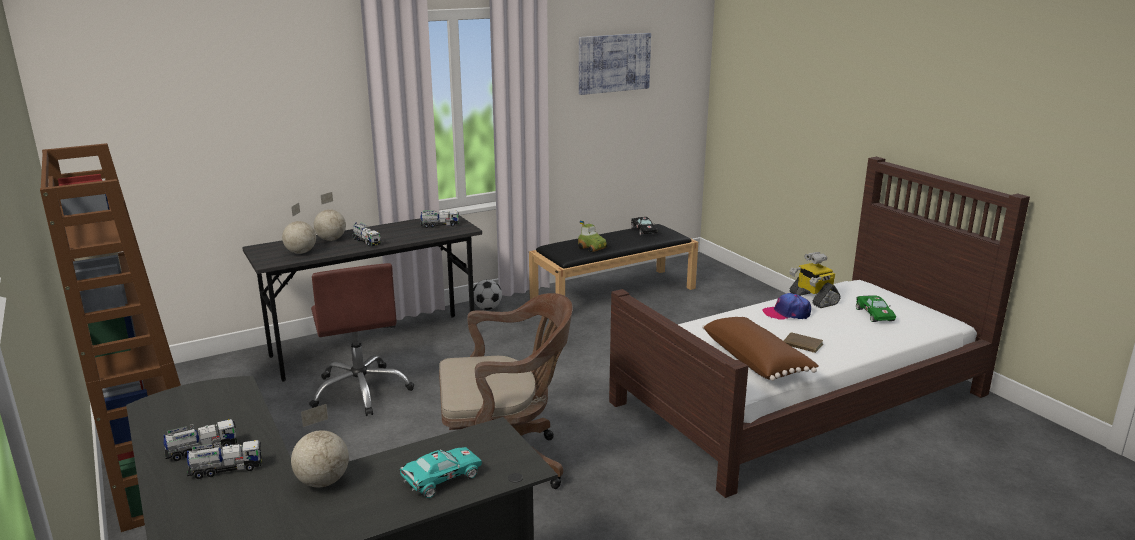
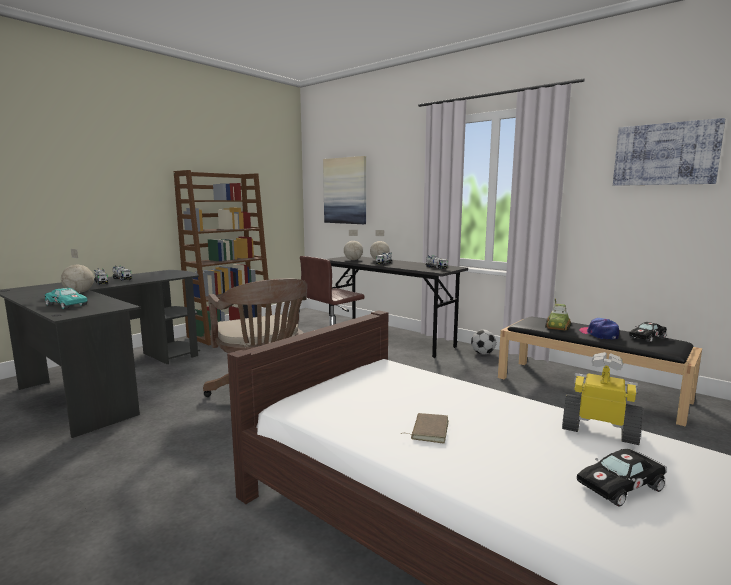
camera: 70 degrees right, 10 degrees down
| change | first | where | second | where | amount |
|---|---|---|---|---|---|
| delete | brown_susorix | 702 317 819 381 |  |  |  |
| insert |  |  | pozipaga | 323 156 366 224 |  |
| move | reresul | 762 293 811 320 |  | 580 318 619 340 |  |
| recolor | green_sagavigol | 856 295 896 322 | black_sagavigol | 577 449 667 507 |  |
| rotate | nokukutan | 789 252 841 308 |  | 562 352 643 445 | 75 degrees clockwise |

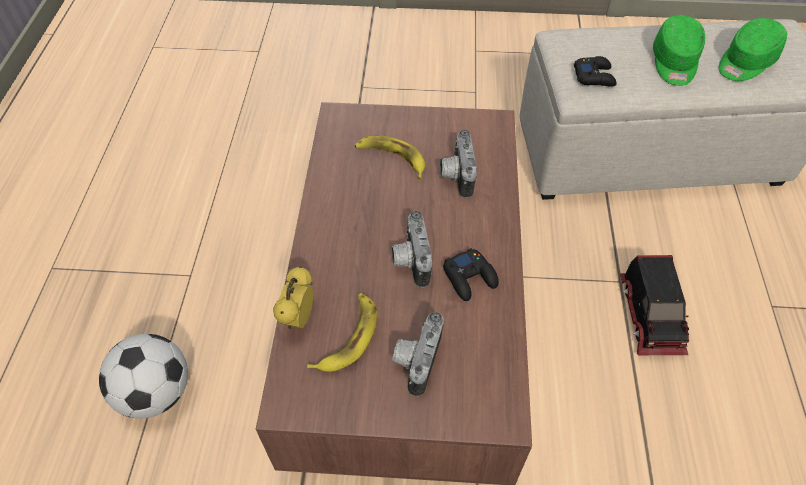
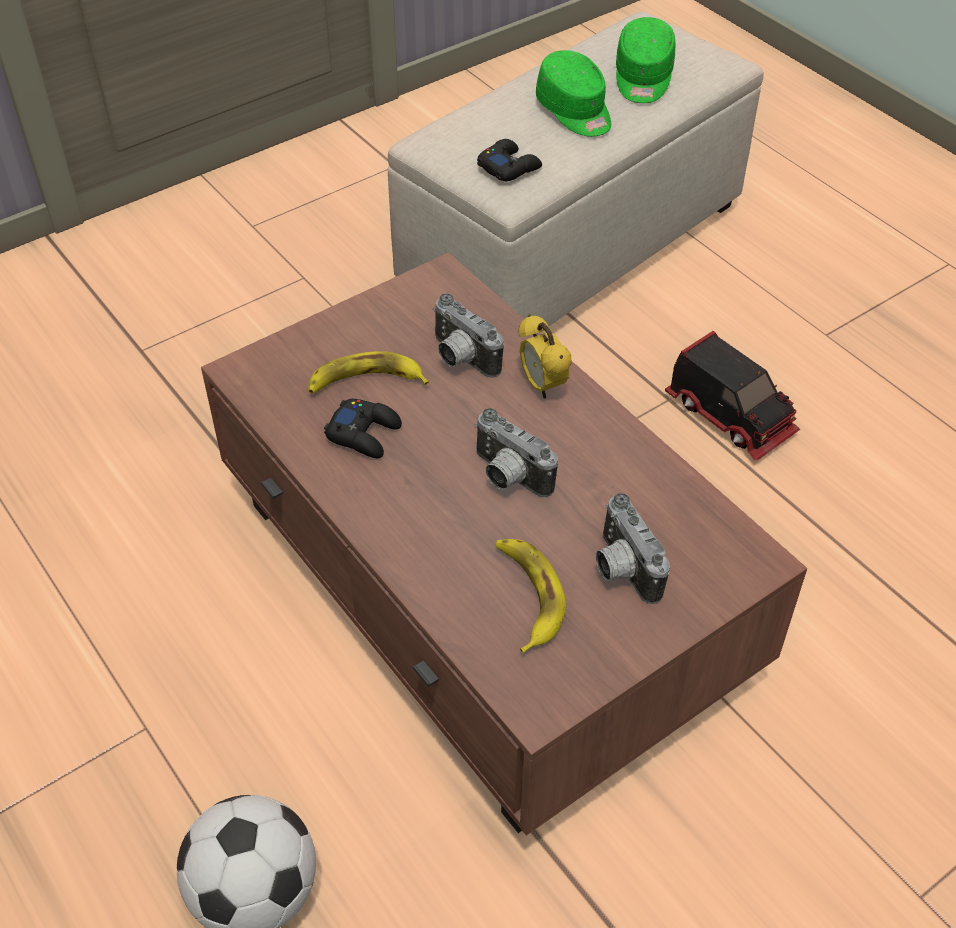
camera: 40 degrees left, 5 degrees down
| change | first | where | second | where | amount |
|---|---|---|---|---|---|
| move | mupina | 273 266 313 329 |  | 518 314 572 398 |  |
| move | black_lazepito | 443 248 499 301 |  | 324 399 402 458 |  |

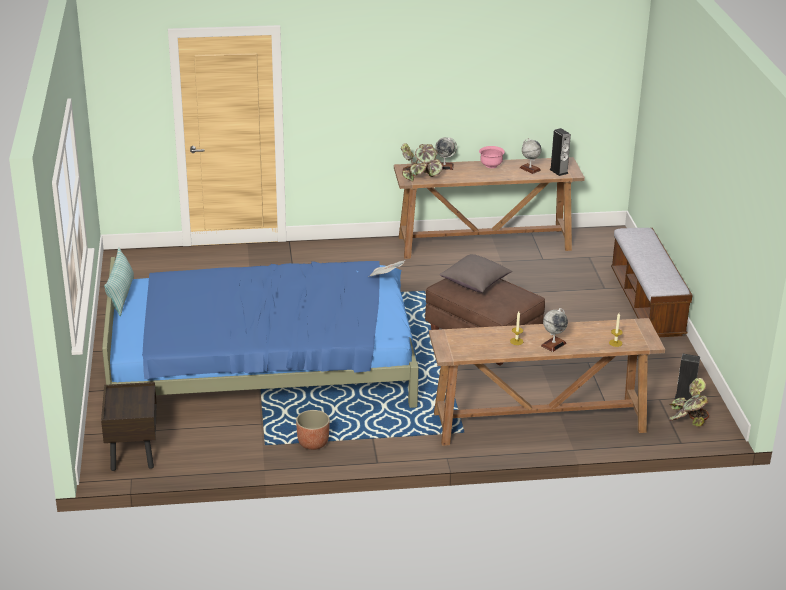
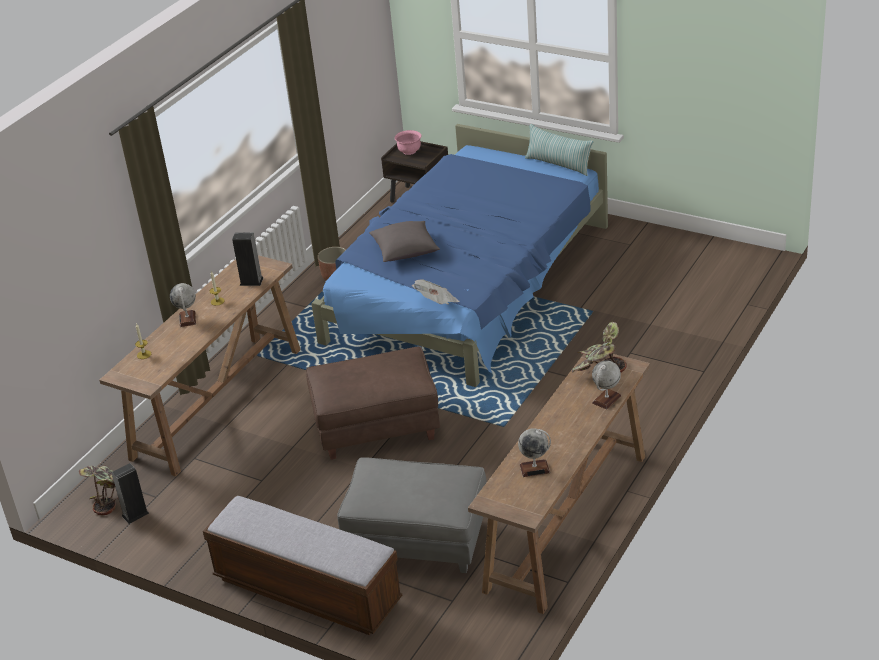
camera: 130 degrees right, 5 degrees up
| change | first | where | second | where | amount |
|---|---|---|---|---|---|
| insert |  |  | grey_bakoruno | 337 457 487 573 |  |
| move | grey_susorix | 440 254 512 292 |  | 369 221 440 262 |  |
| move | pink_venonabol | 479 146 505 168 |  | 395 130 421 155 |  |
| move | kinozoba | 549 128 571 176 |  | 232 233 264 286 |  |

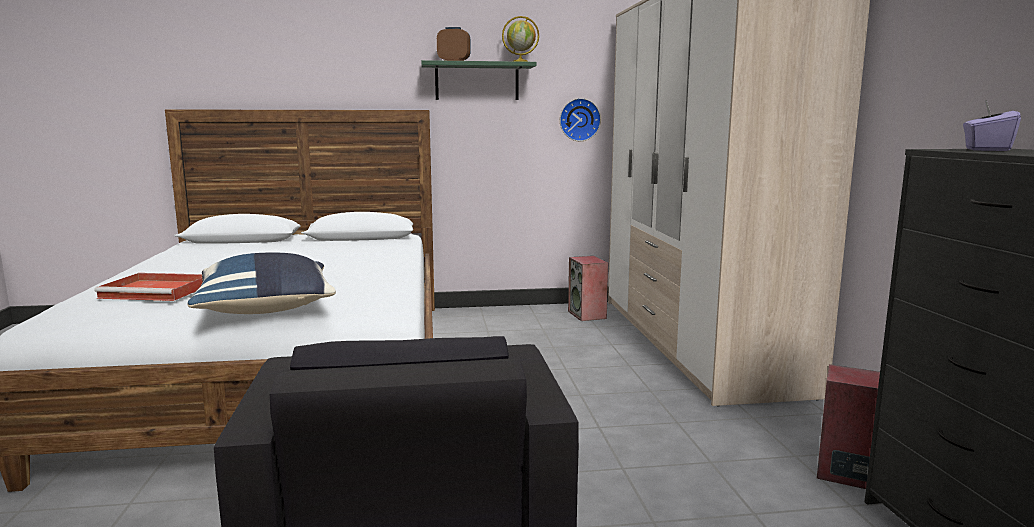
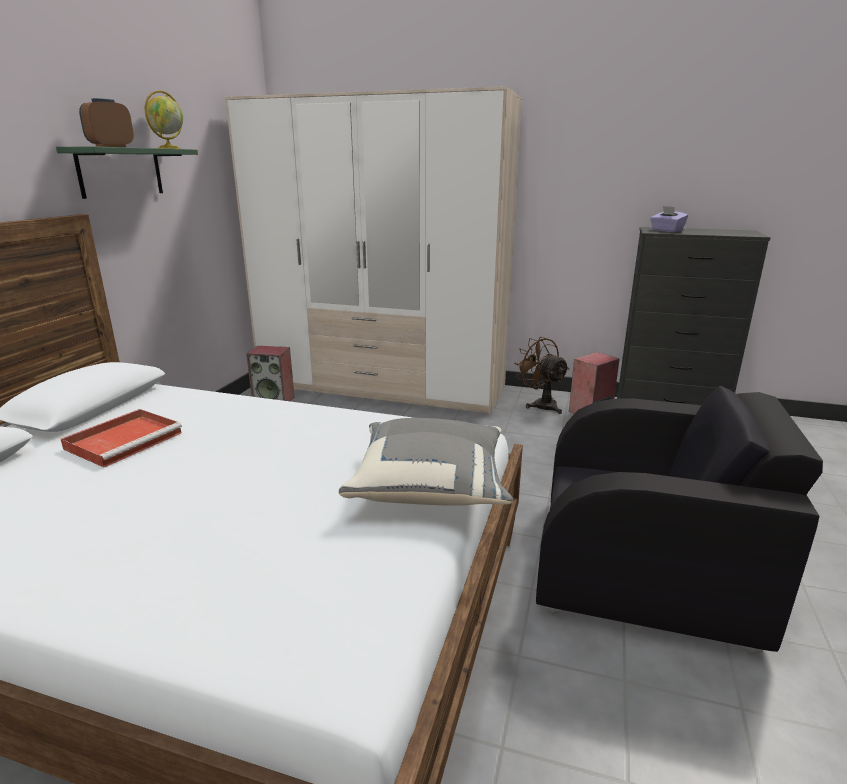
camera: 65 degrees left, 10 degrees up
| change | first | where | second | where | amount |
|---|---|---|---|---|---|
| delete | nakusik | 560 98 601 141 |  |  |  |
| insert |  |  | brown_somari | 514 337 569 414 |  |
| move | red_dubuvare | 94 273 202 301 |  | 61 409 182 467 |  |
| recolor | blue_susorix | 188 253 336 314 | grey_susorix | 339 418 513 506 |  |

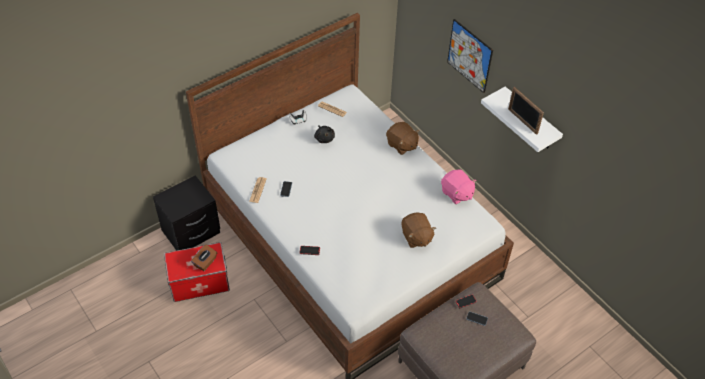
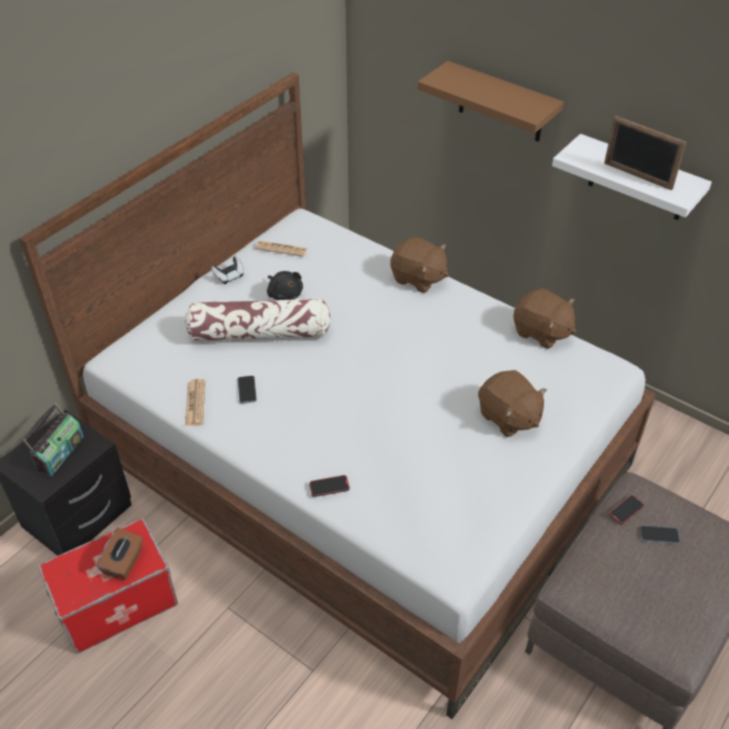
camera: 15 degrees left, 5 degrees down
| change | first | where | second | where | amount |
|---|---|---|---|---|---|
| insert |  |  | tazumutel | 23 403 84 476 |  |
| insert |  |  | susorix | 185 298 331 341 |  |
| replace | pozipaga | 447 19 493 93 | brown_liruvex | 417 61 564 142 |  |
| recolor | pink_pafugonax | 441 169 477 204 | brown_pafugonax | 514 288 576 349 |  |

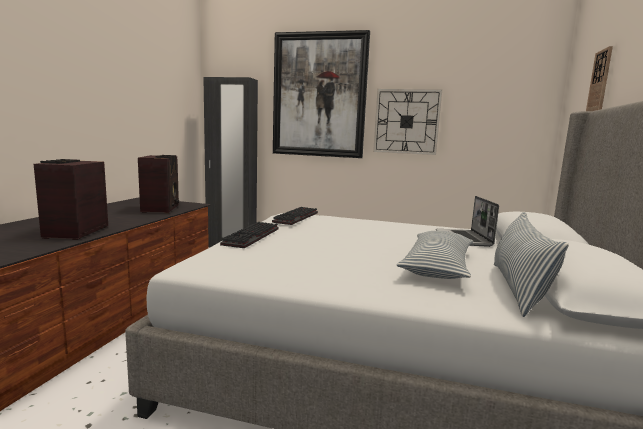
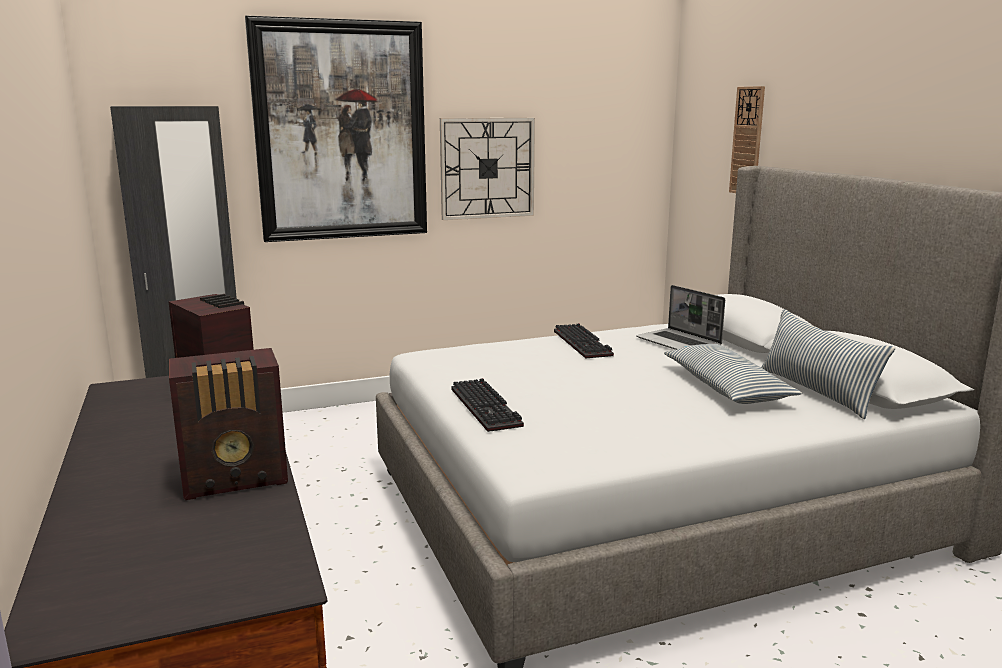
camera: 35 degrees left, 5 degrees up
| change | first | where | second | where | amount |
|---|---|---|---|---|---|
| move | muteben | 272 207 318 225 |  | 554 323 614 358 |  |
| rotate | tazumutel | 34 159 108 240 |  | 169 348 288 500 | 75 degrees counterclockwise |

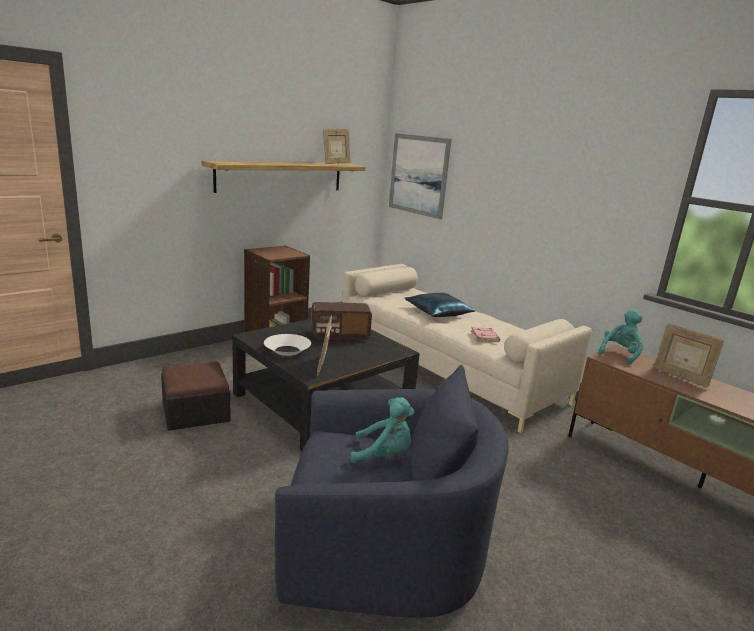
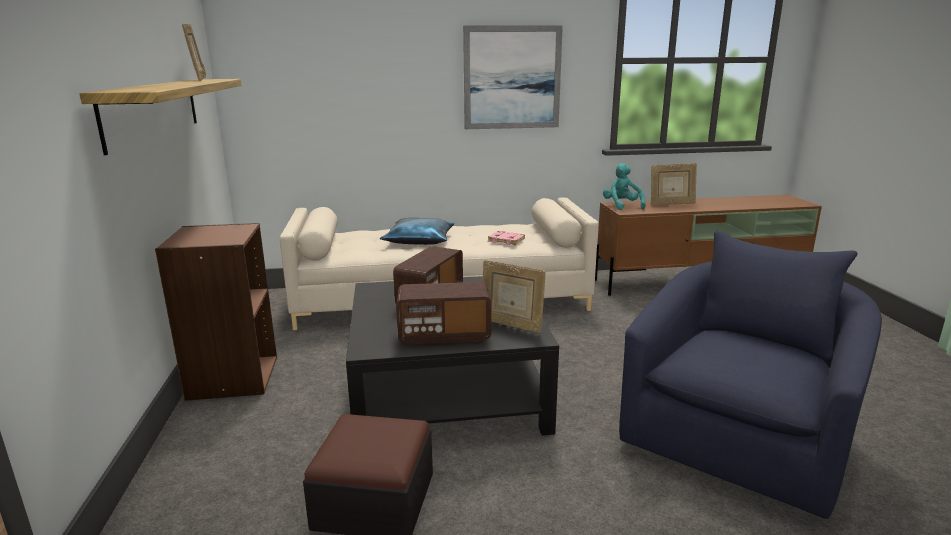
camera: 55 degrees left, 0 degrees up
| change | first | where | second | where | amount |
|---|---|---|---|---|---|
| delete | turquoise_pafugonax | 350 397 415 464 |  |  |  |
| move | pozipaga | 389 133 452 219 |  | 463 25 563 129 |  |
| replace | white_venonabol | 264 334 311 356 | tazumutel | 396 282 491 345 |  |

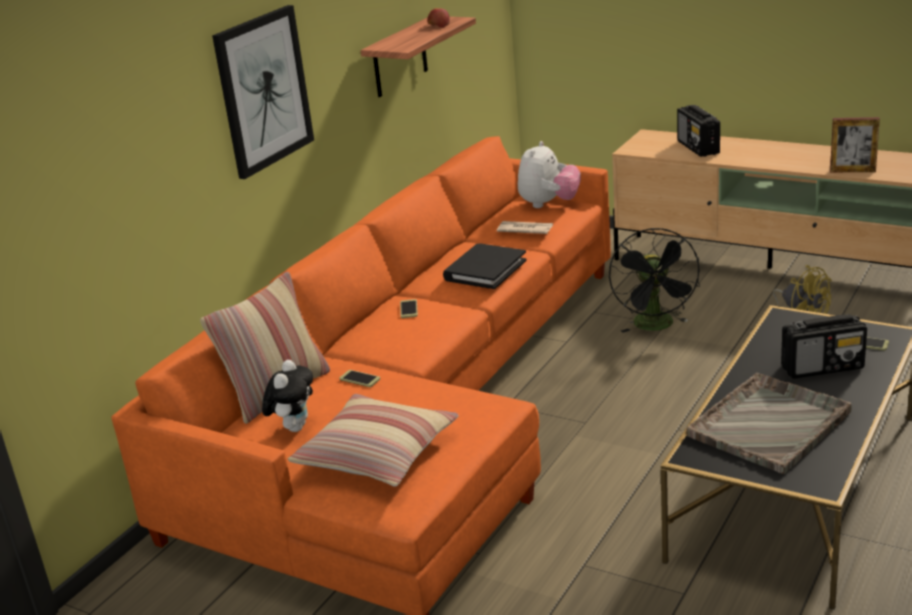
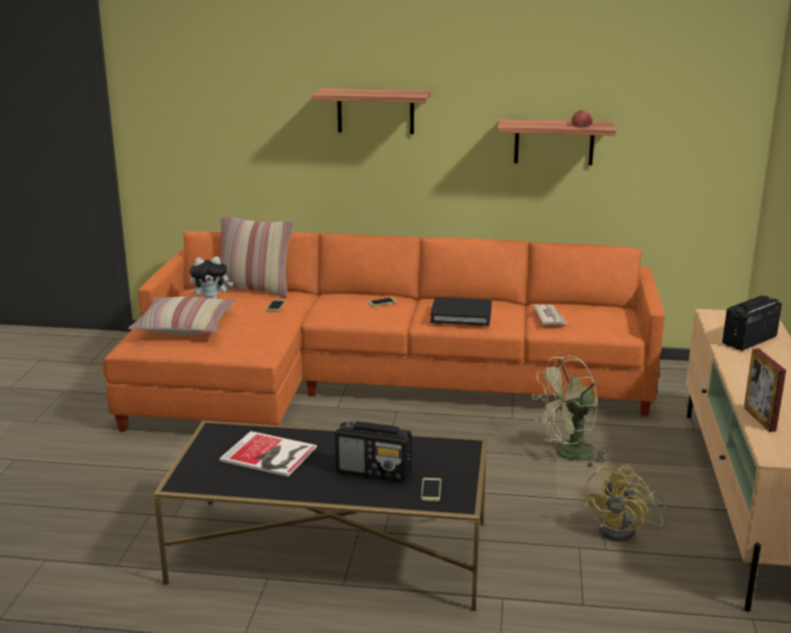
camera: 65 degrees right, 5 degrees down
| change | first | where | second | where | amount |
|---|---|---|---|---|---|
| delete | pafugonax | 518 141 581 208 |  |  |  |
| replace | pozipaga | 212 5 314 179 | liruvex | 312 88 431 134 |  |
| replace | grey_dubuvare | 686 373 852 474 | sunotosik | 219 431 317 477 |  |
| recolor | black_somari | 609 228 700 333 | green_somari | 532 356 608 468 |  |
| rotate | tazumutel | 781 314 867 379 |  | 335 421 412 482 | 45 degrees counterclockwise |

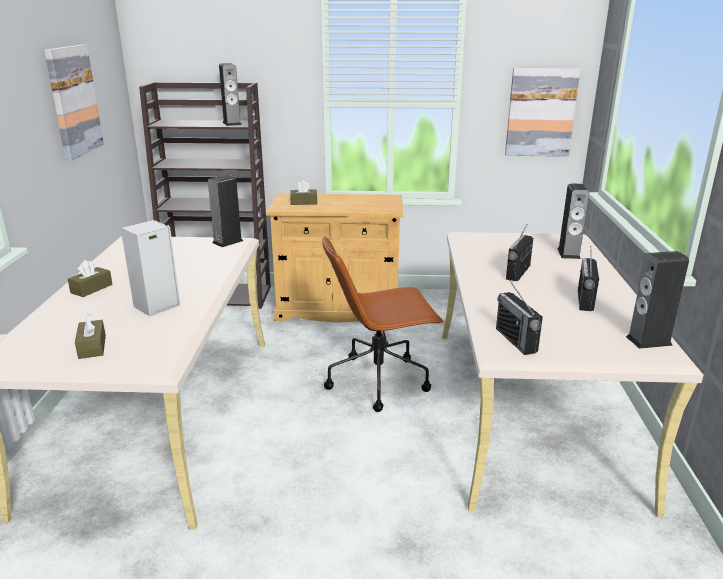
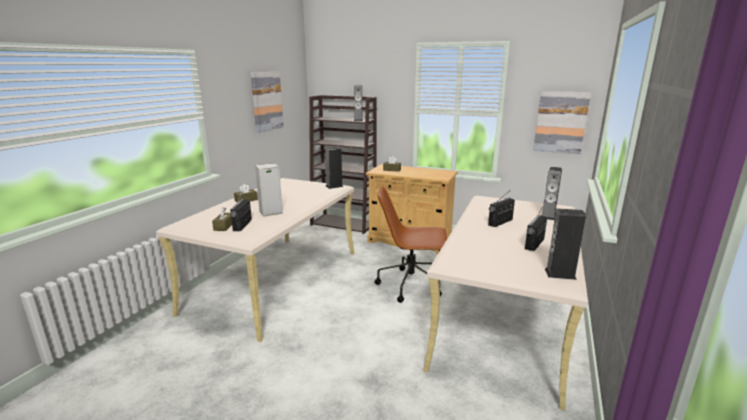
camera: 20 degrees right, 5 degrees down
| change | first | where | second | where | amount |
|---|---|---|---|---|---|
| move | tazumutel | 496 279 543 355 |  | 230 192 252 231 |  |

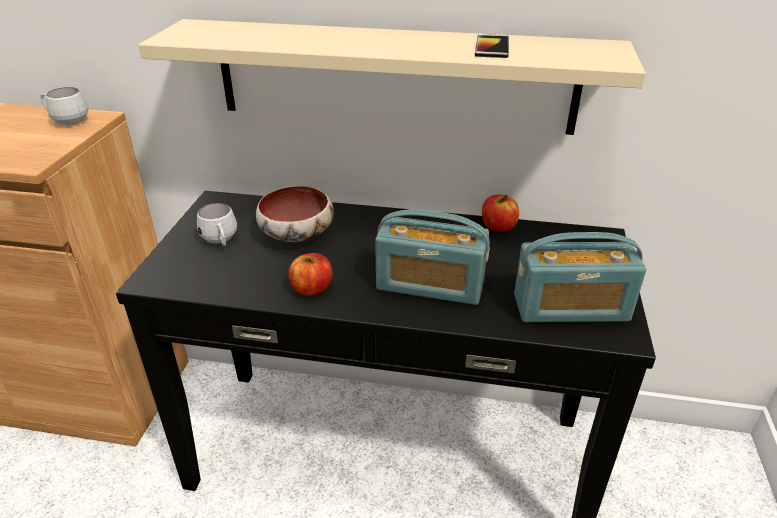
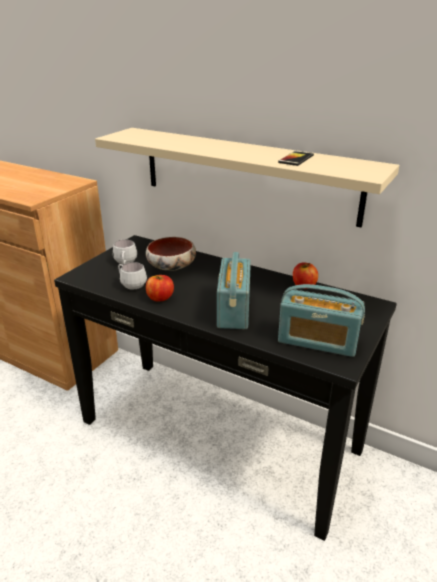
camera: 20 degrees right, 5 degrees down
| change | first | where | second | where | amount |
|---|---|---|---|---|---|
| move | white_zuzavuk | 41 87 89 125 |  | 118 262 147 289 |  |
| rotate | tazumutel | 375 209 490 305 |  | 217 252 251 329 | 60 degrees clockwise |

